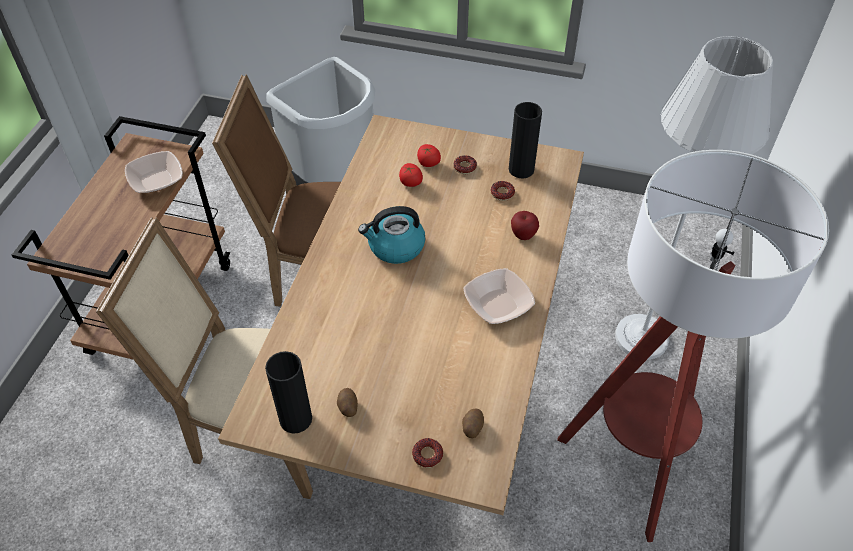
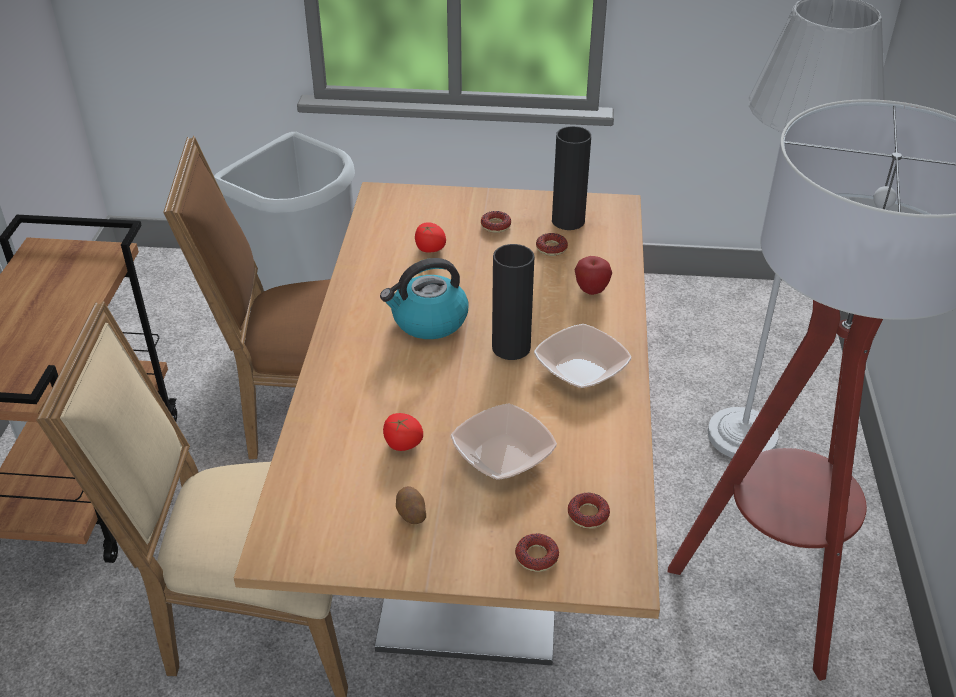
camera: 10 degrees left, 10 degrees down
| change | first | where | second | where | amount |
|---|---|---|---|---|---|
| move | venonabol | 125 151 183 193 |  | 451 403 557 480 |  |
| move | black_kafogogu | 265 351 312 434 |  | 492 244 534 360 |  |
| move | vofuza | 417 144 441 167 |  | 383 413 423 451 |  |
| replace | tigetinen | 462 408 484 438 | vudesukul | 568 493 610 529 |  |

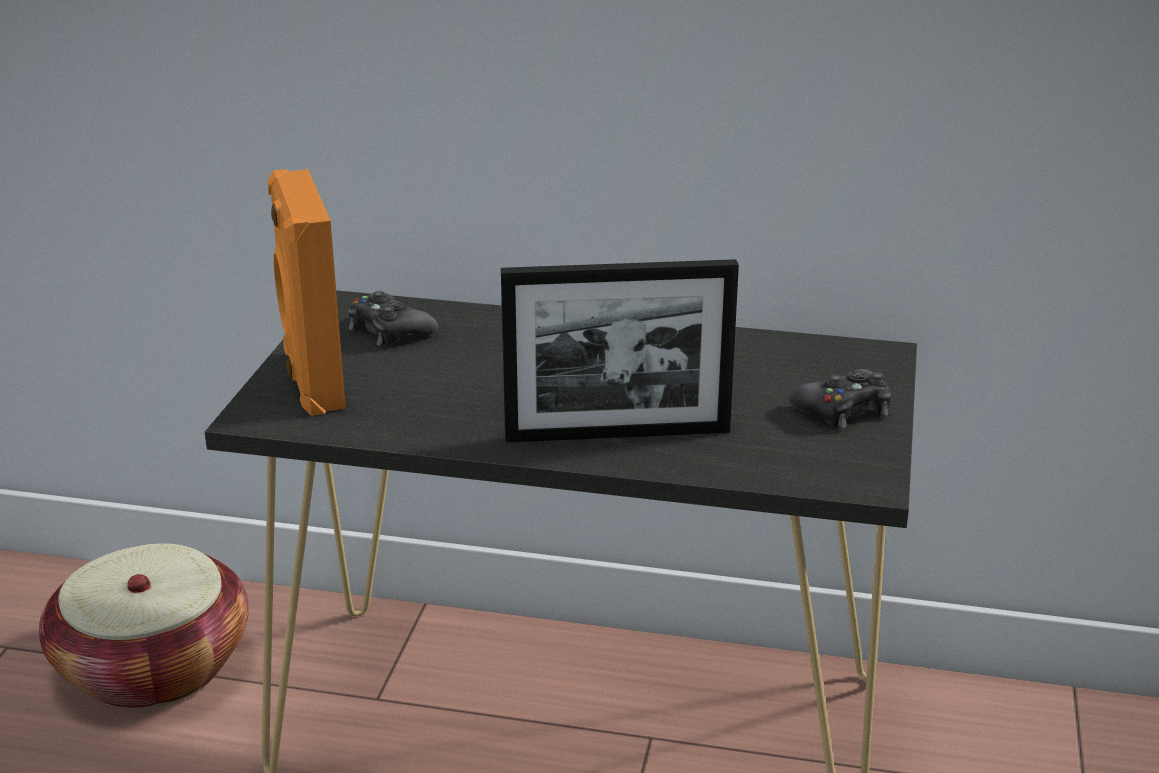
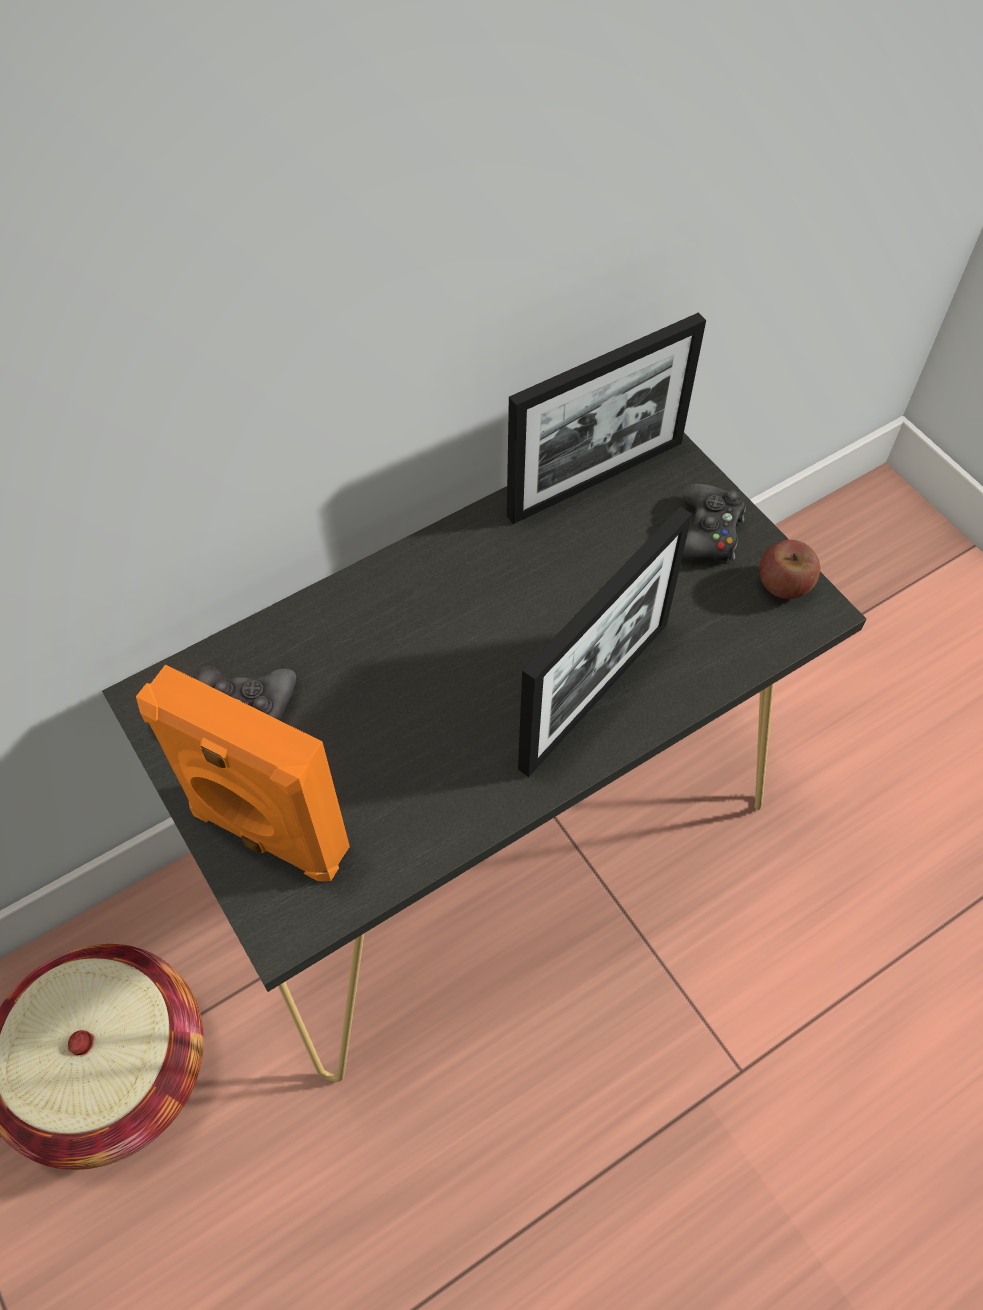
camera: 45 degrees left, 30 degrees up
| change | first | where | second | where | amount |
|---|---|---|---|---|---|
| insert |  |  | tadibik | 507 312 706 524 |  |
| insert |  |  | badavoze | 759 540 820 599 |  |

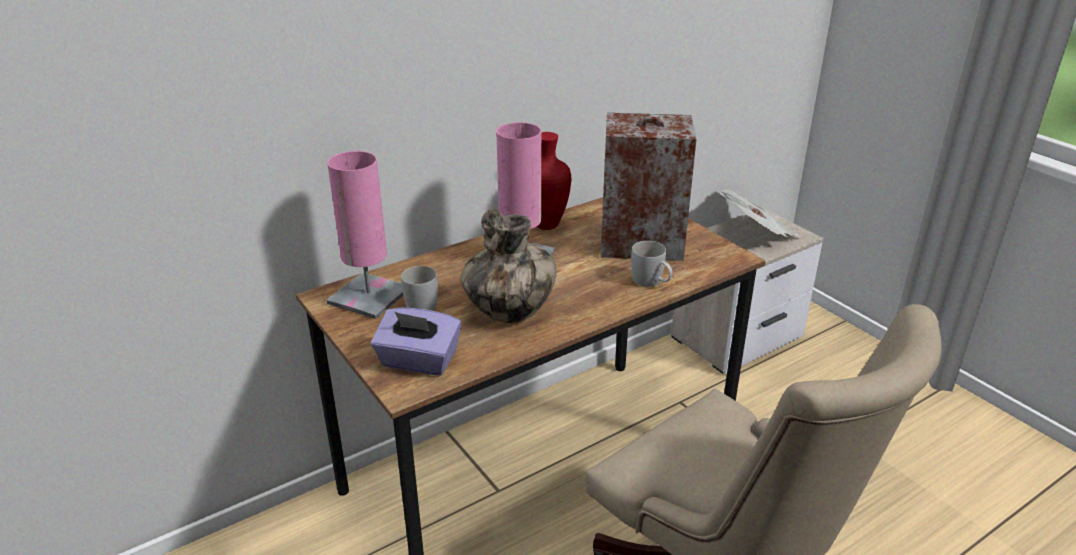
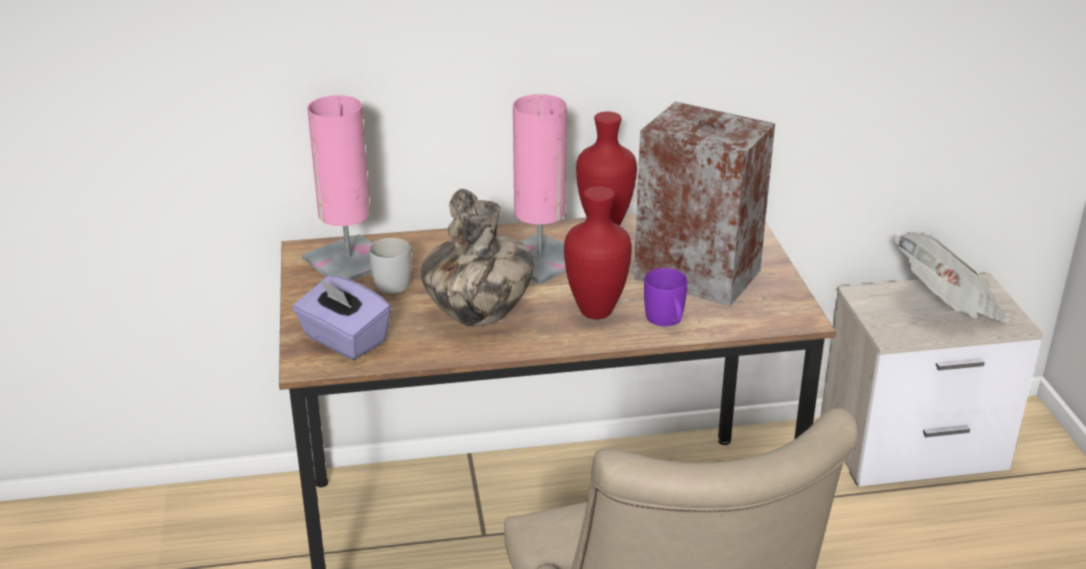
camera: 25 degrees right, 0 degrees up
| change | first | where | second | where | amount |
|---|---|---|---|---|---|
| insert |  |  | red_kafogogu | 564 186 632 319 |  |
| recolor | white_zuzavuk | 631 241 672 287 | purple_zuzavuk | 644 268 687 326 |  |

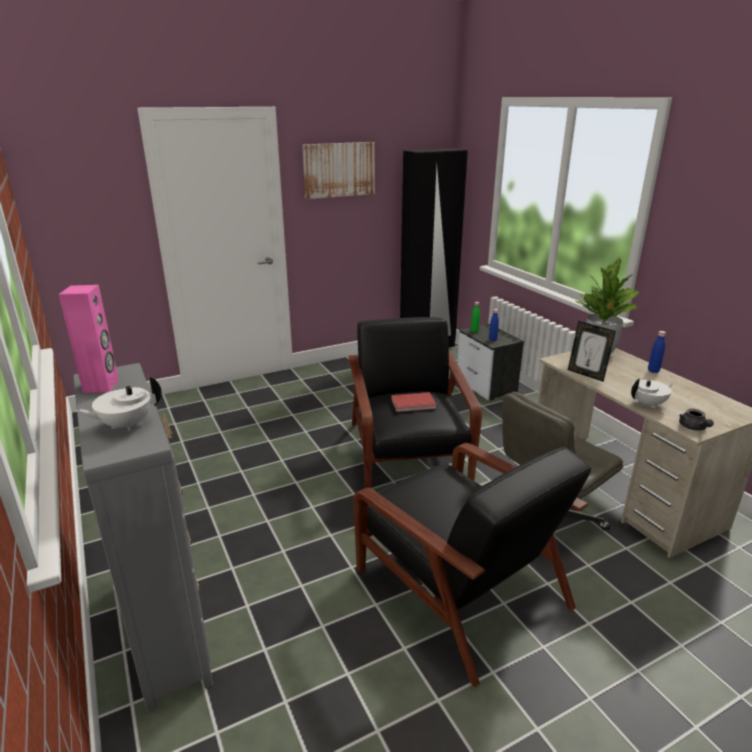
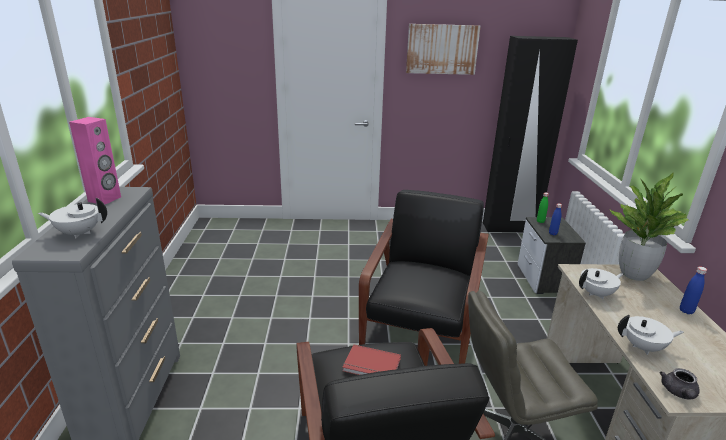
camera: 25 degrees right, 0 degrees up
| change | first | where | second | where | amount |
|---|---|---|---|---|---|
| move | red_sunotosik | 391 392 437 412 |  | 343 344 401 375 |  |
| replace | tadibik | 568 321 616 382 | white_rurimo | 579 268 623 299 |  |

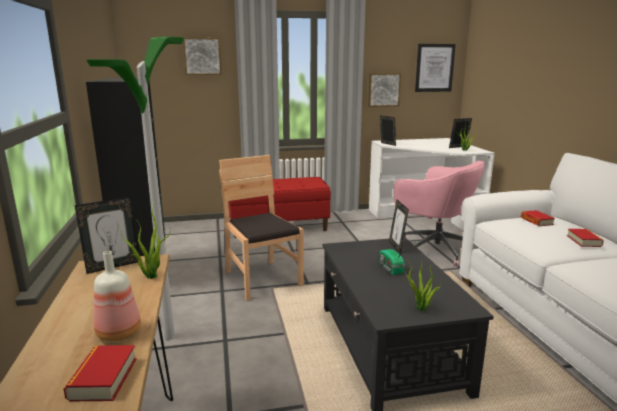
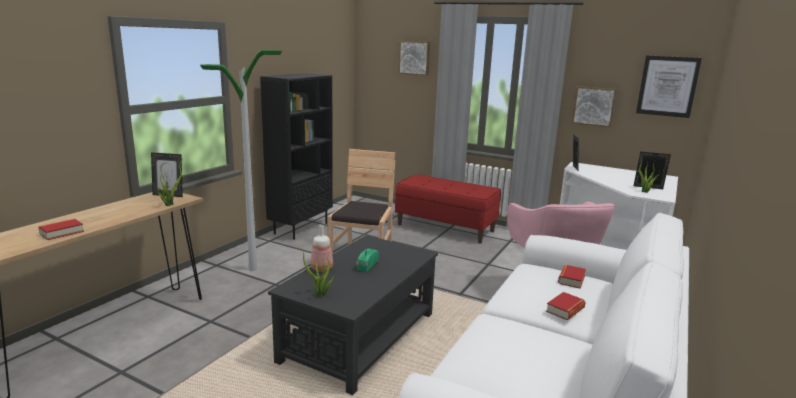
camera: 40 degrees right, 0 degrees up
| change | first | where | second | where | amount |
|---|---|---|---|---|---|
| delete | tadibik | 389 200 409 254 |  |  |  |
| move | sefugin | 94 251 141 341 |  | 310 225 333 272 |  |

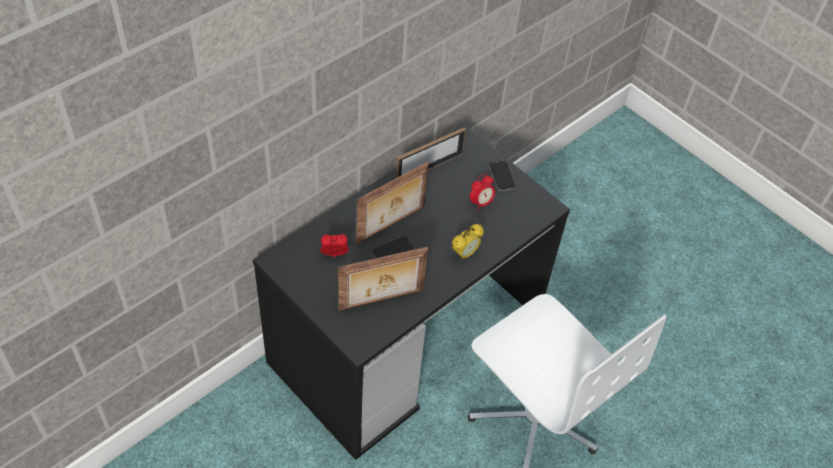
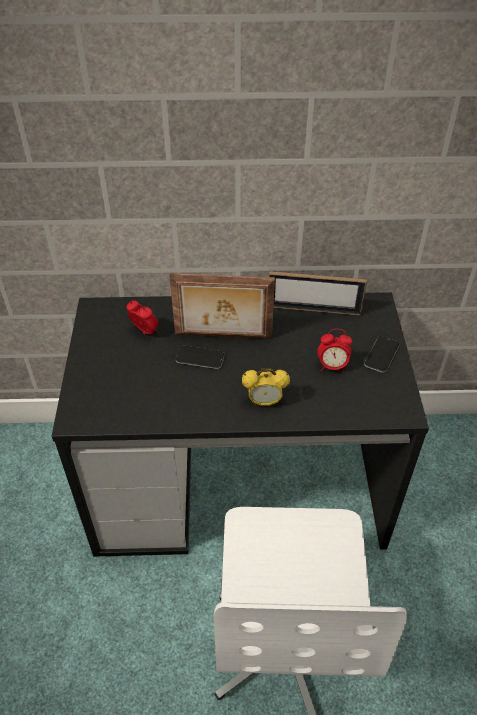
camera: 45 degrees right, 5 degrees down
| change | first | where | second | where | amount |
|---|---|---|---|---|---|
| delete | tadibik | 338 247 428 311 |  |  |  |

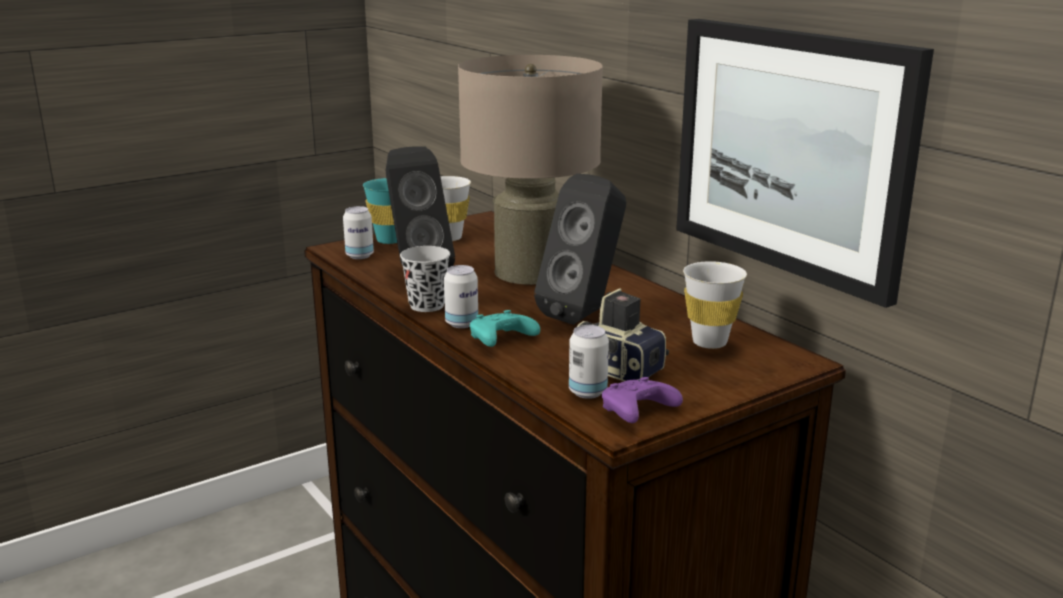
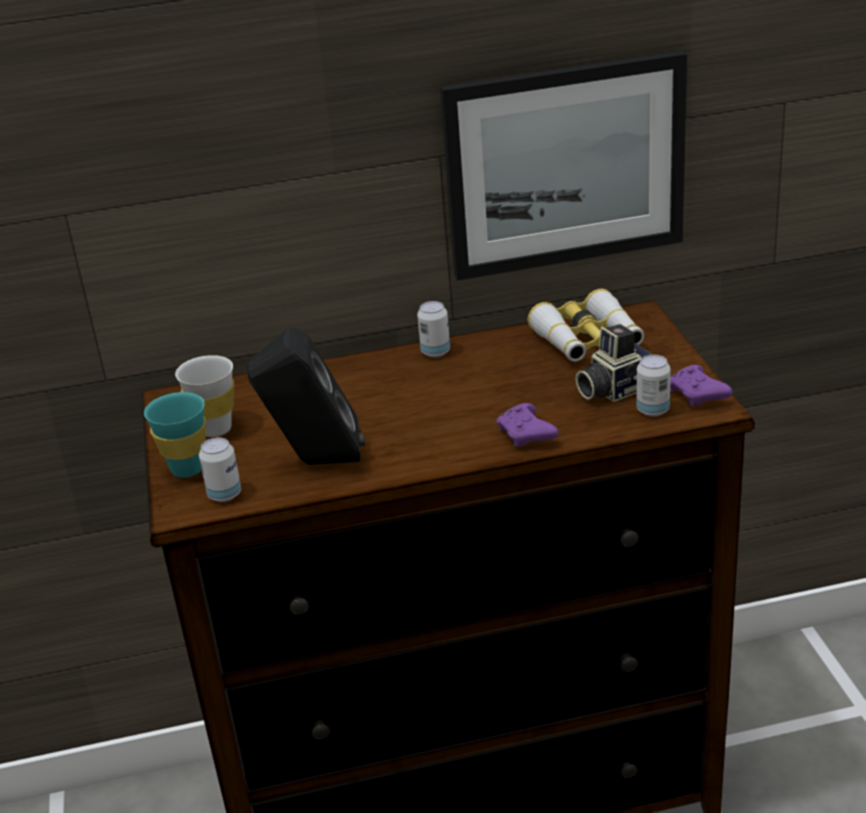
camera: 65 degrees left, 10 degrees up
| change | first | where | second | where | amount |
|---|---|---|---|---|---|
| delete | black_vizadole | 400 246 450 312 |  |  |  |
| delete | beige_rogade | 458 55 603 285 |  |  |  |
| delete | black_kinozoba | 534 174 626 325 |  |  |  |
| move | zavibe | 444 265 478 328 |  | 417 301 450 358 |  |
| replace | white_vizadole | 683 261 747 349 | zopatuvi | 527 289 644 362 |  |
| recolor | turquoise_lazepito | 470 310 540 347 | purple_lazepito | 497 403 559 447 |  |

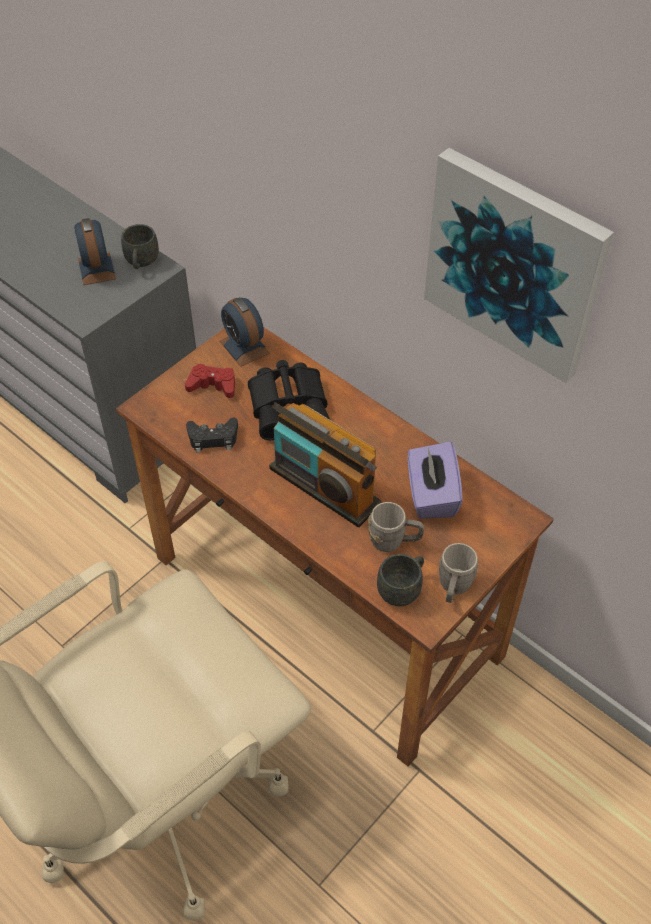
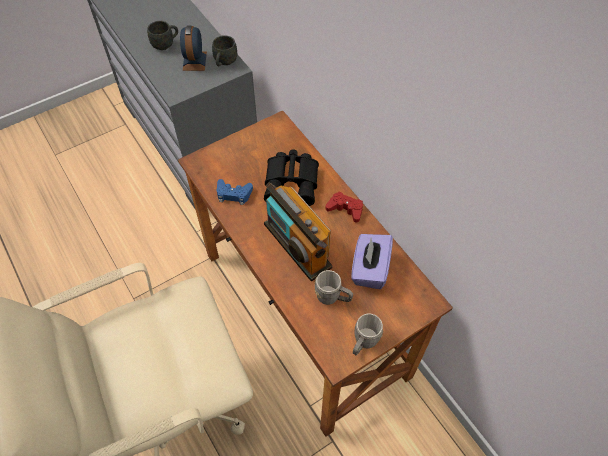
camera: 15 degrees right, 5 degrees up
| change | first | where | second | where | amount |
|---|---|---|---|---|---|
| delete | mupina | 220 298 270 367 |  |  |  |
| delete | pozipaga | 424 148 614 383 |  |  |  |
| move | red_lazepito | 185 364 235 398 |  | 326 192 363 223 |  |
| move | grey_zuzavuk | 377 554 424 606 |  | 147 21 178 50 |  |
| recolor | black_lazepito | 186 418 238 453 | blue_lazepito | 217 179 253 205 |  |

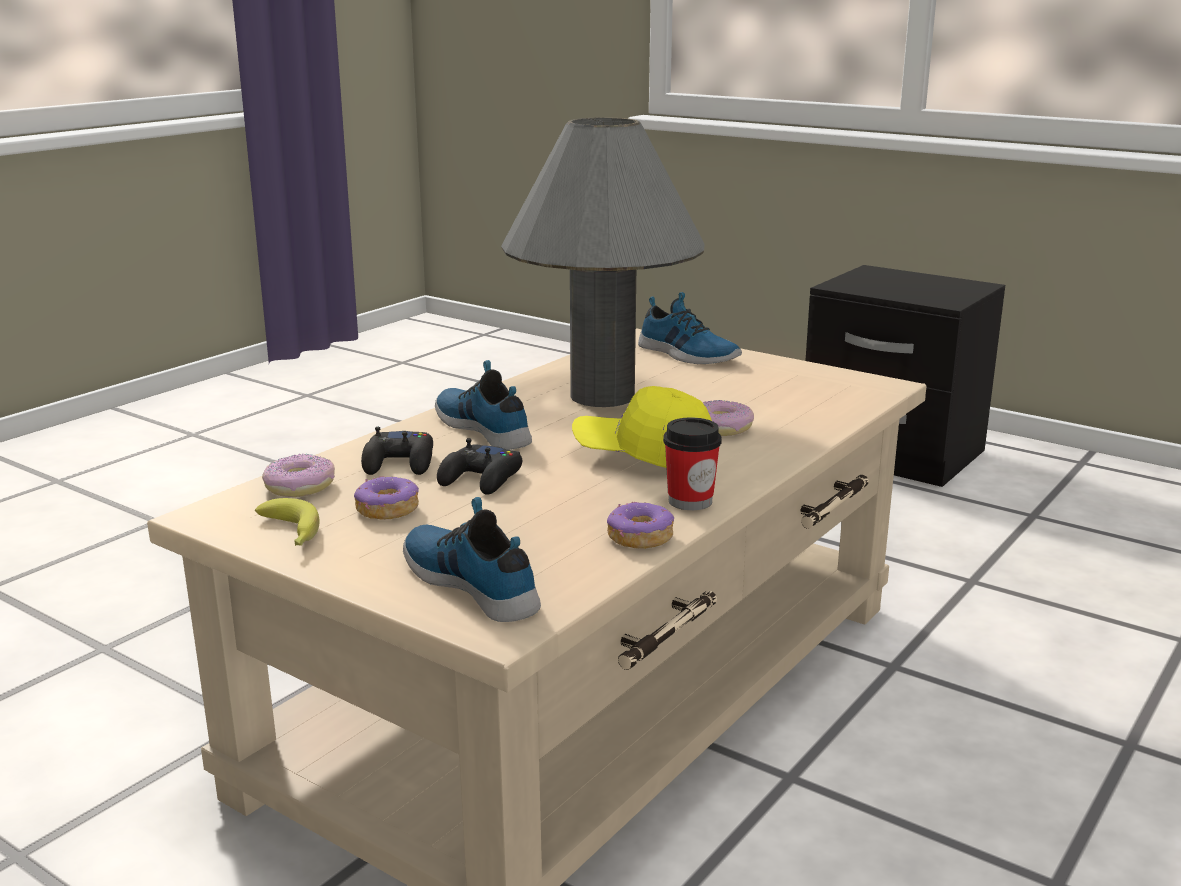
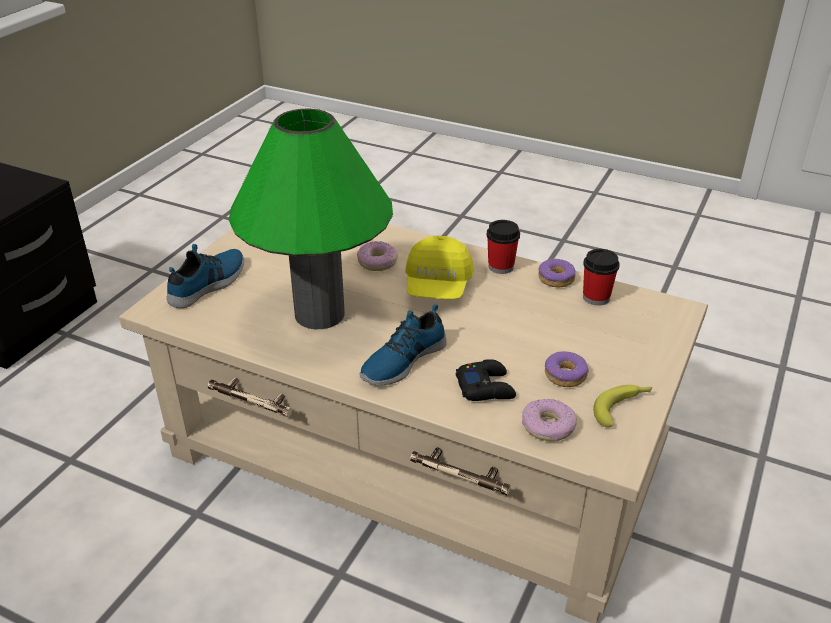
camera: 100 degrees left, 15 degrees up
| change | first | where | second | where | amount |
|---|---|---|---|---|---|
| delete | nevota | 403 497 541 622 |  |  |  |
| delete | black_lazepito | 437 438 522 495 |  |  |  |
| insert |  |  | vizadole | 583 249 619 306 |  |
| recolor | grey_rogade | 501 117 705 407 | green_rogade | 229 108 393 329 |  |

